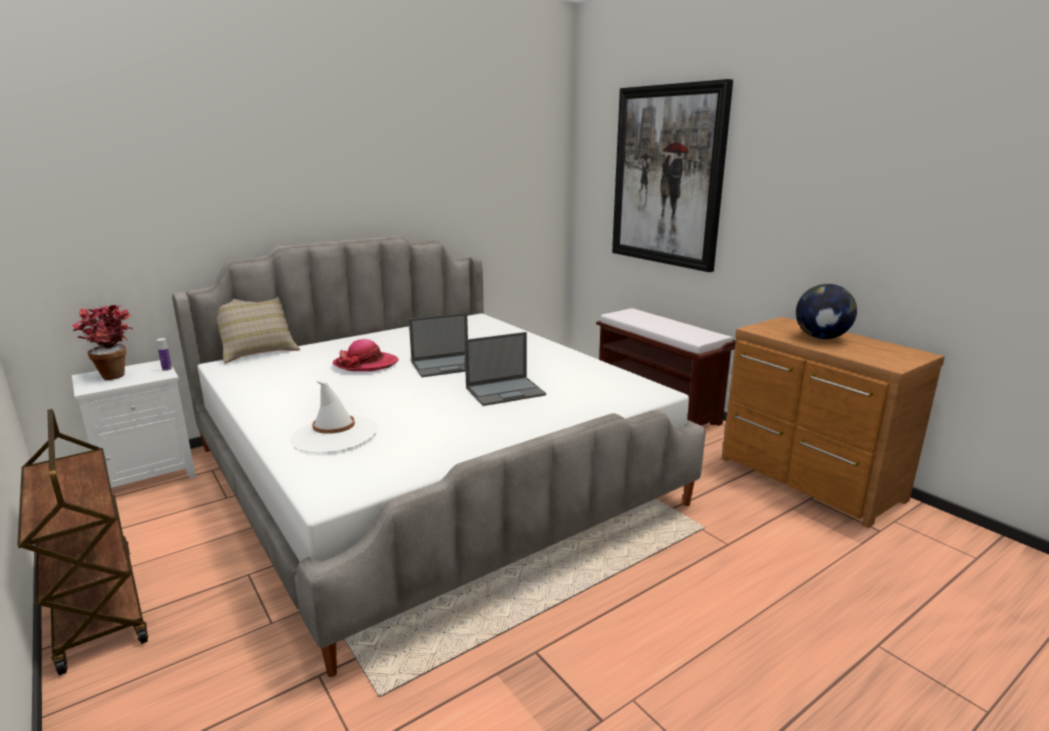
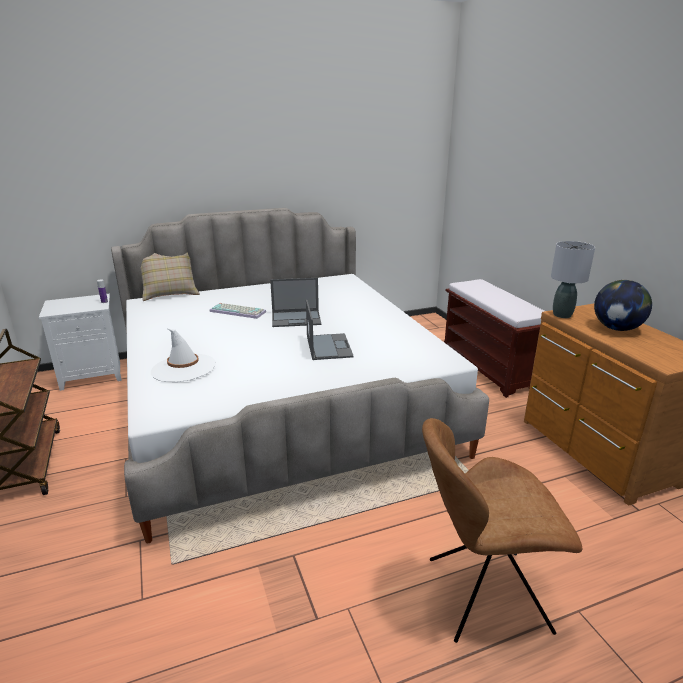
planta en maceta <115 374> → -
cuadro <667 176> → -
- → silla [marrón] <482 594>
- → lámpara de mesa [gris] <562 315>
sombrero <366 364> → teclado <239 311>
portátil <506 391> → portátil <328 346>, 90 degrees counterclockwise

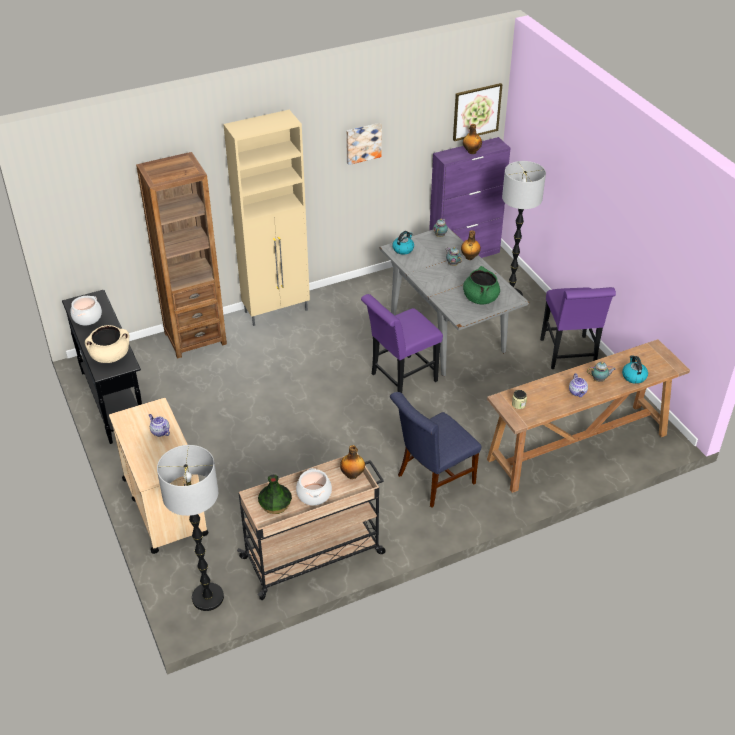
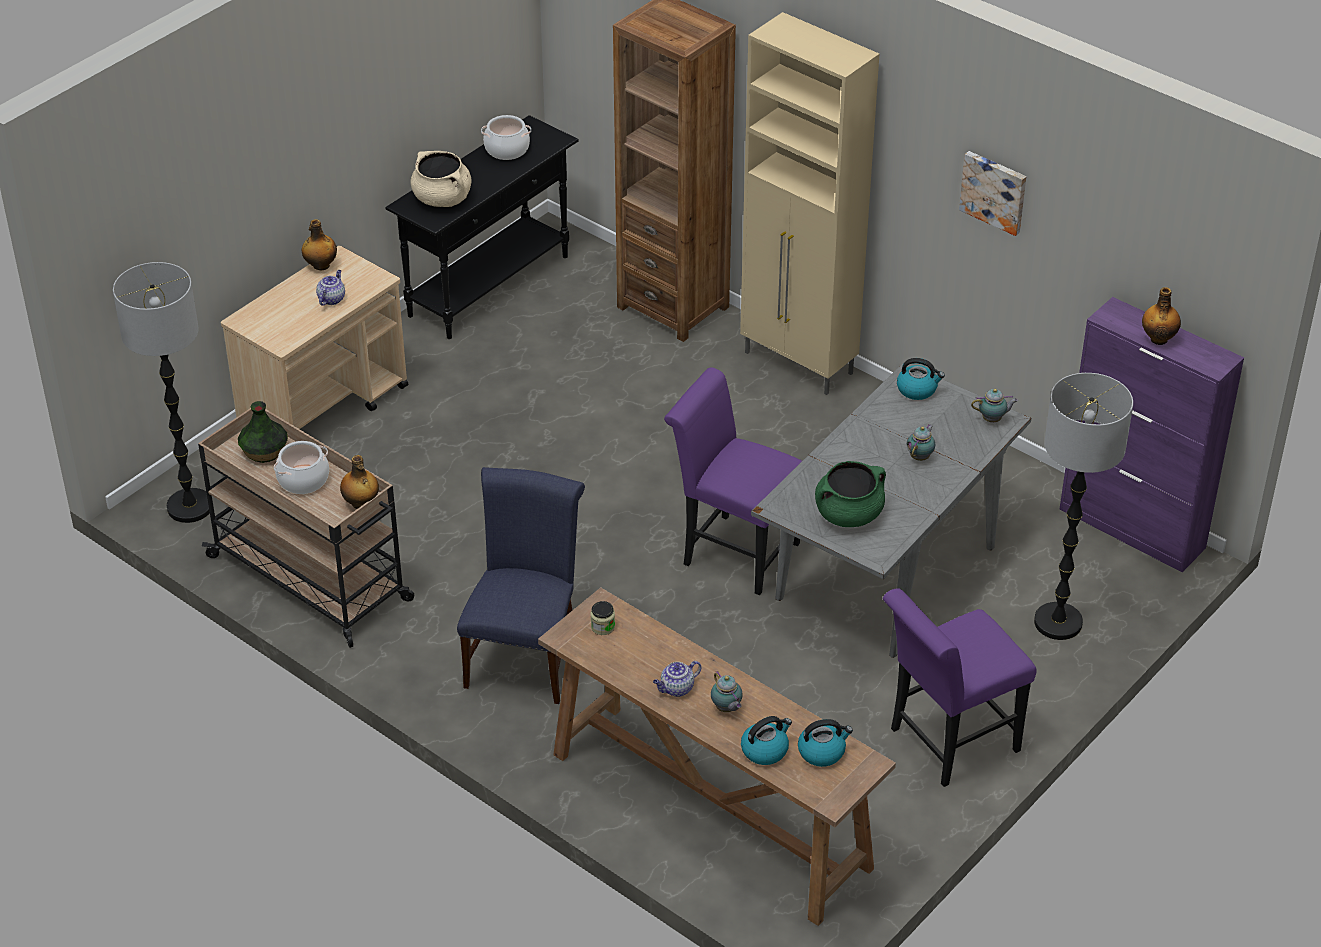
cuadro <476 111> → -
- → hervidor <822 752>
botella <469 257> → botella <320 266>, relocated
silla [azul] <432 481> → silla [azul] <525 656>, 75 degrees clockwise

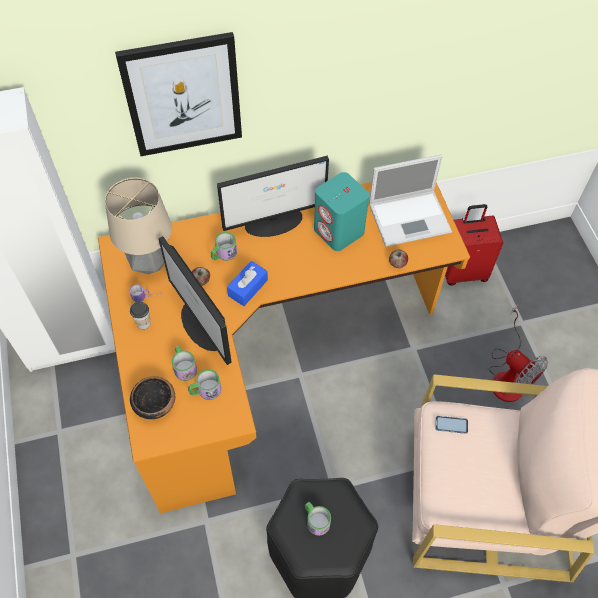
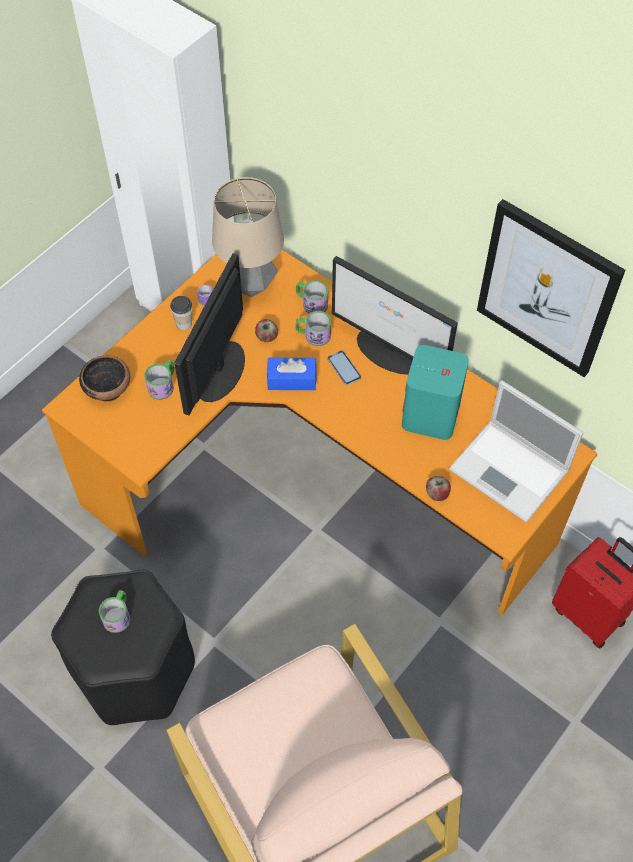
ventilador <507 375> → -
cuadro <183 95> → cuadro <547 289>, relocated
taza grande <205 391> → taza grande <311 303>, relocated
móvil <451 425> → móvil <344 368>, relocated

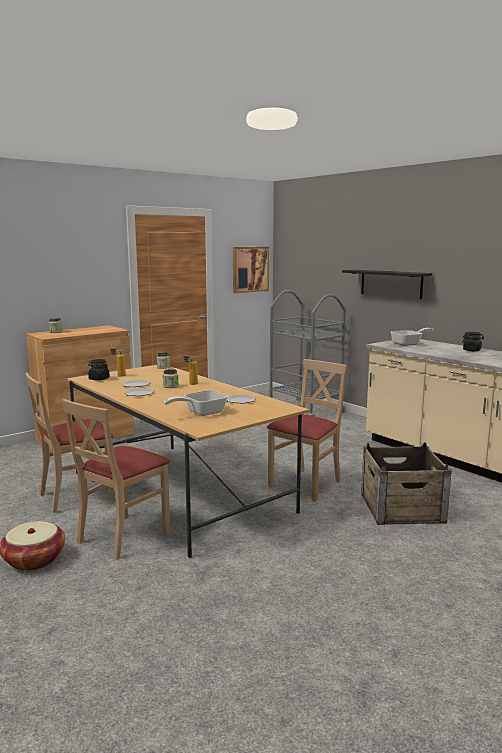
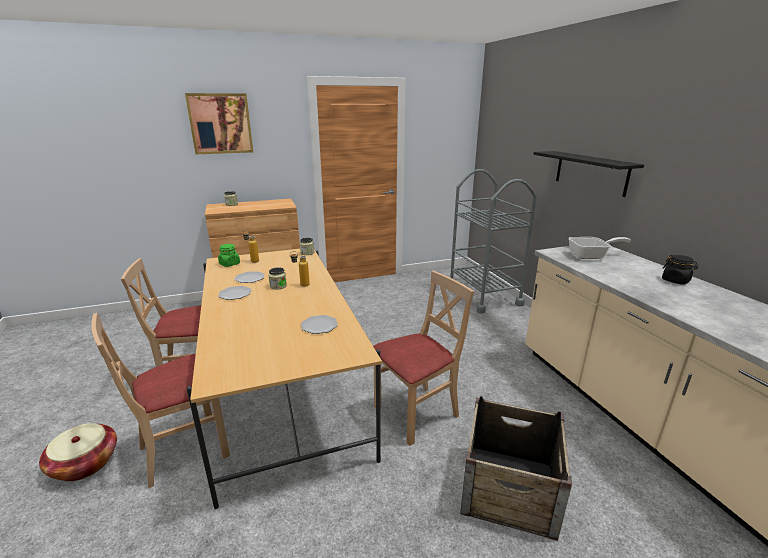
sartén <200 412> → -
cuadro <250 269> → cuadro <220 124>, relocated
tarro [negro] <99 379> → tarro [verde] <229 264>

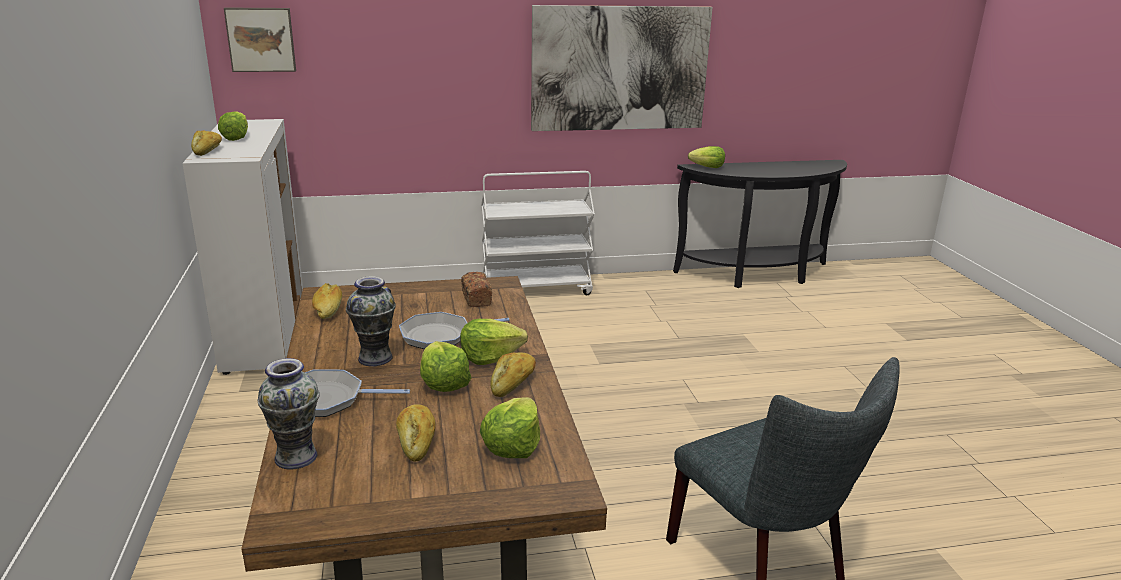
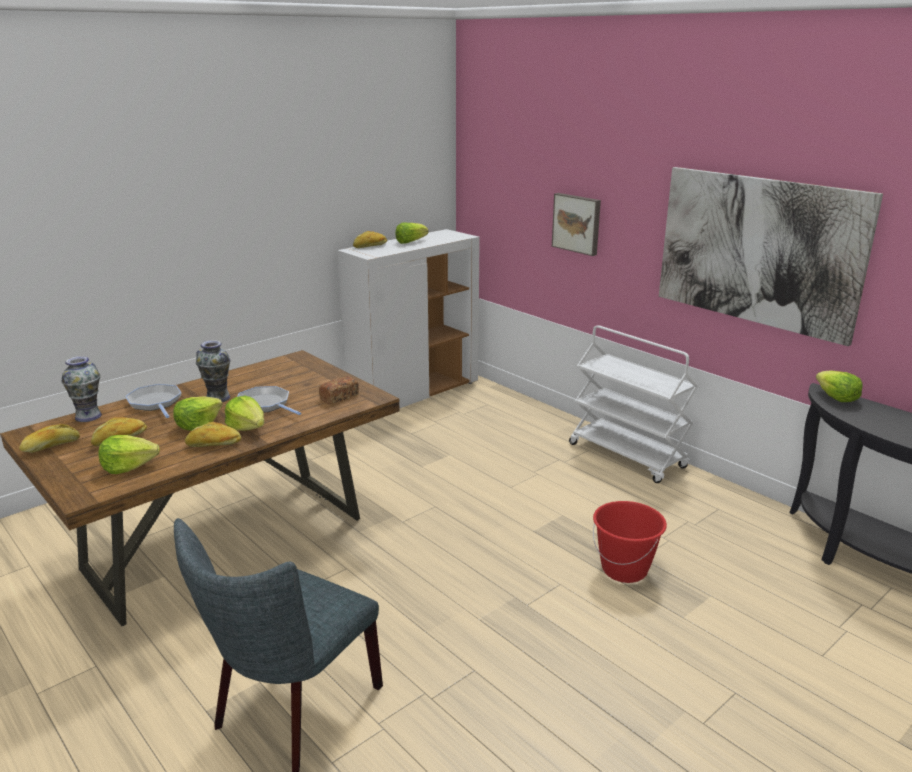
- → cubo [rojo] <624 570>
cuadro <261 39> → cuadro <577 223>, relocated
pan <328 309> → pan <51 446>, relocated

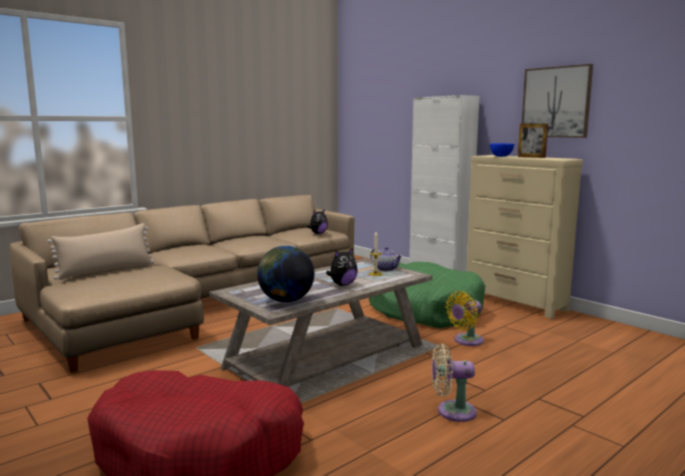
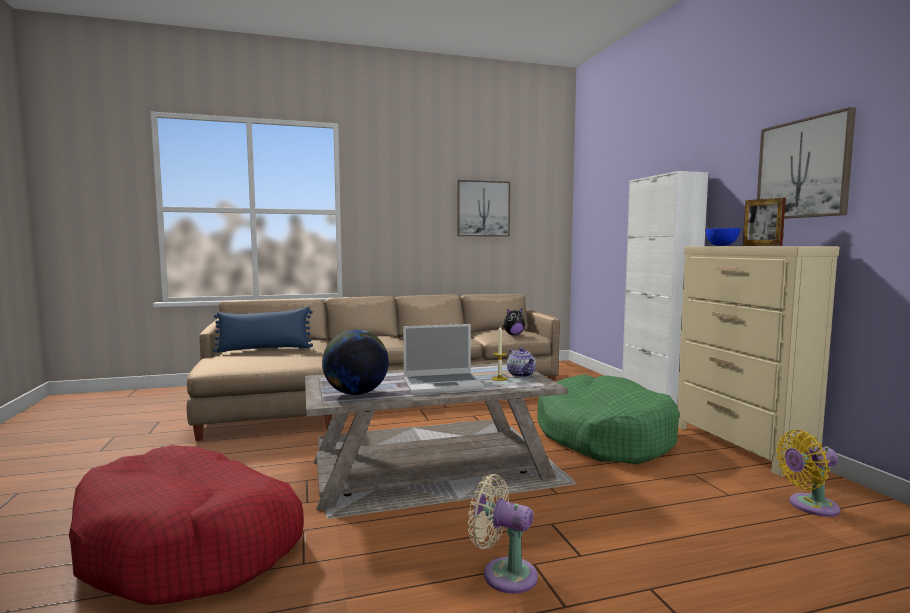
- → cuadro <483 208>
ventilador [amarillo] <466 341> → ventilador [amarillo] <809 506>, relocated
peluche <342 284> → portátil <443 385>
cojín [beis] <106 270> → cojín [azul] <265 349>

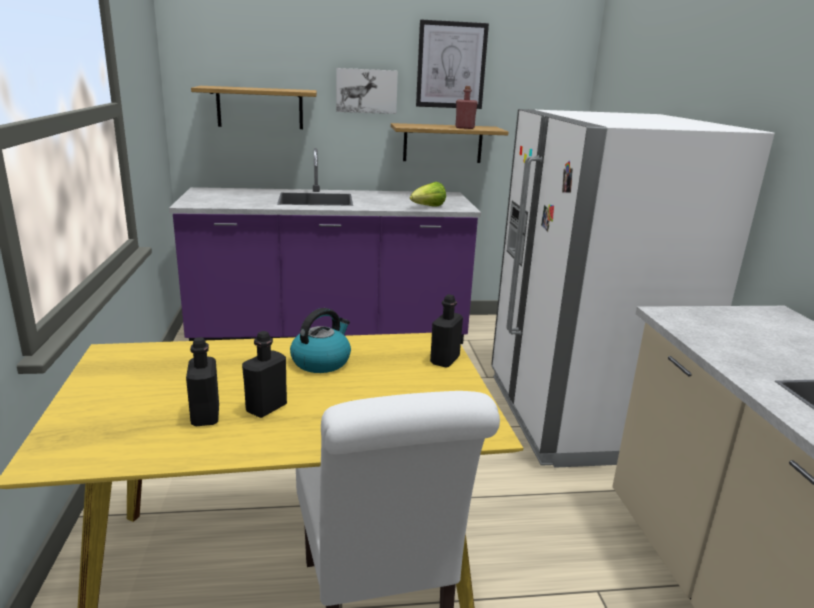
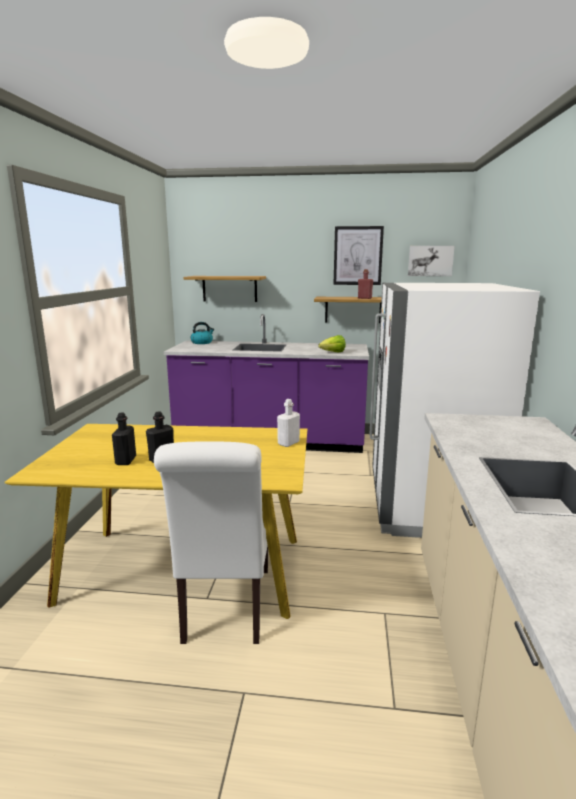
hervidor <321 361> → hervidor <202 342>, relocated
cuadro <366 91> → cuadro <430 261>, relocated
botella [negro] <444 360> → botella [blanco] <288 443>

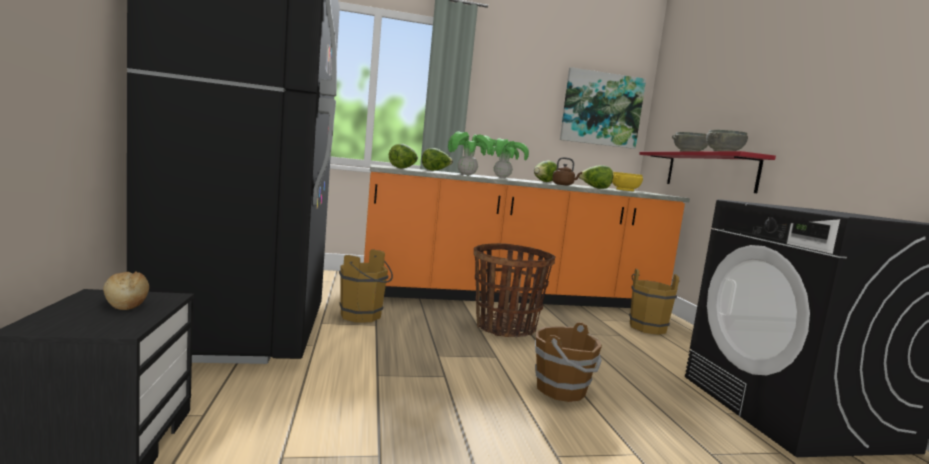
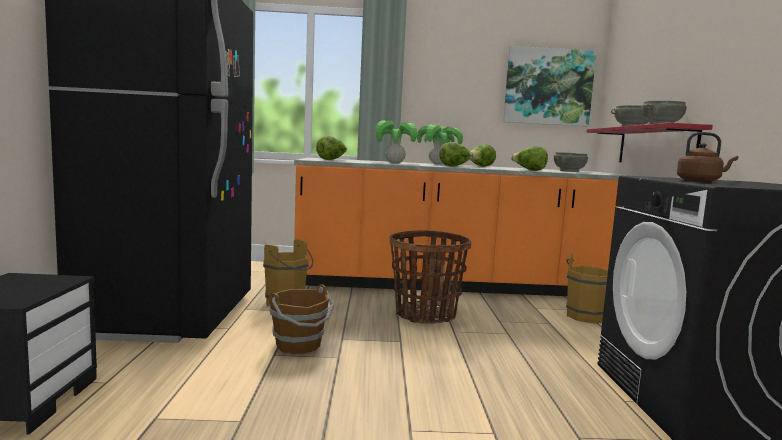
pan <126 303> → -
lechuga <435 170> → lechuga <455 166>, relocated
cubo [marrón] <562 390> → cubo [marrón] <299 345>, relocated
hervidor [marrón] <564 185> → hervidor [marrón] <700 181>, relocated
cuenco [amarillo] <624 190> → cuenco [gris] <569 171>

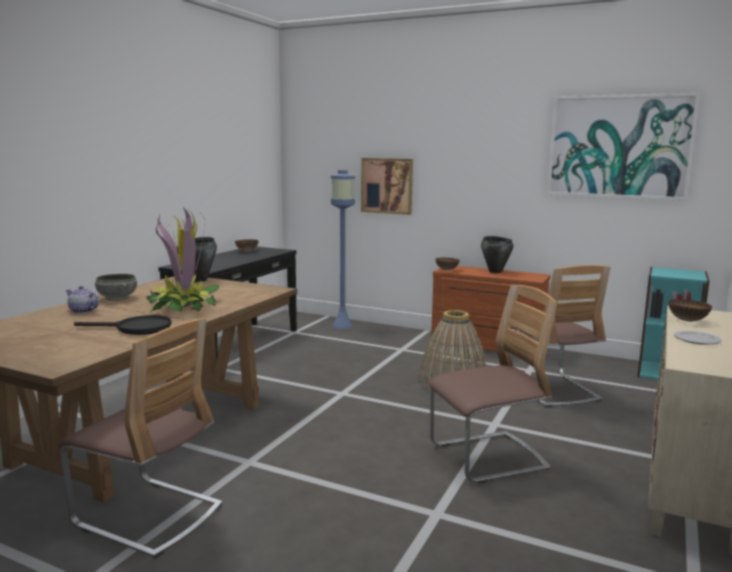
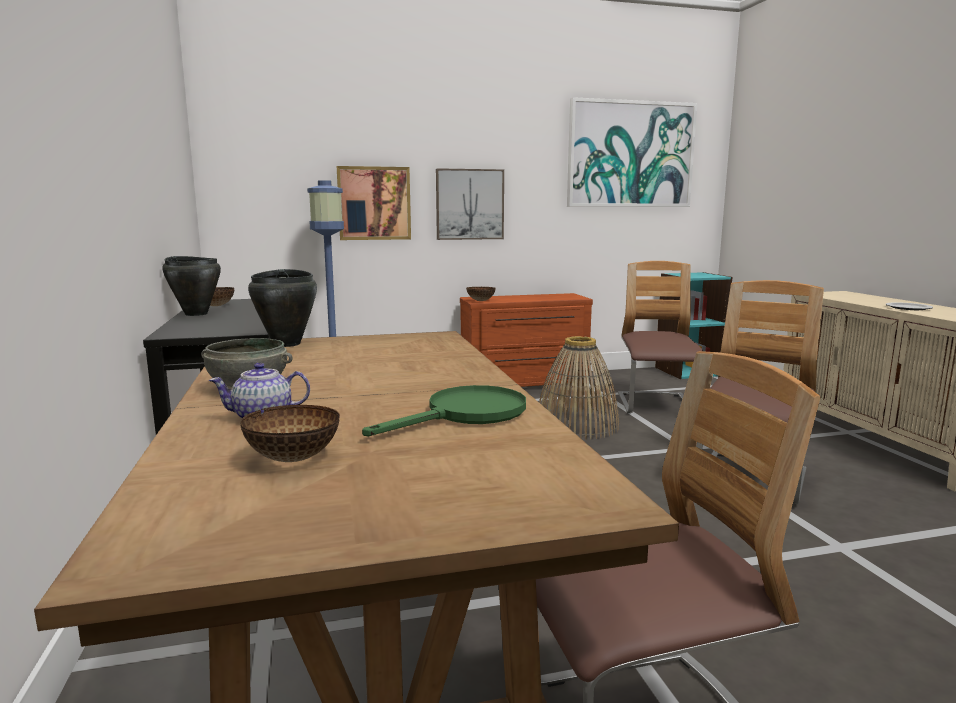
planta en maceta <183 306> → -
- → cuadro <469 204>
olla [negro] <495 272> → olla [negro] <196 314>, relocated
cuenco <688 321> → cuenco <295 458>, relocated
sartén [negro] <136 328> → sartén [verde] <466 414>
silla <553 390> → silla <656 405>, 120 degrees counterclockwise

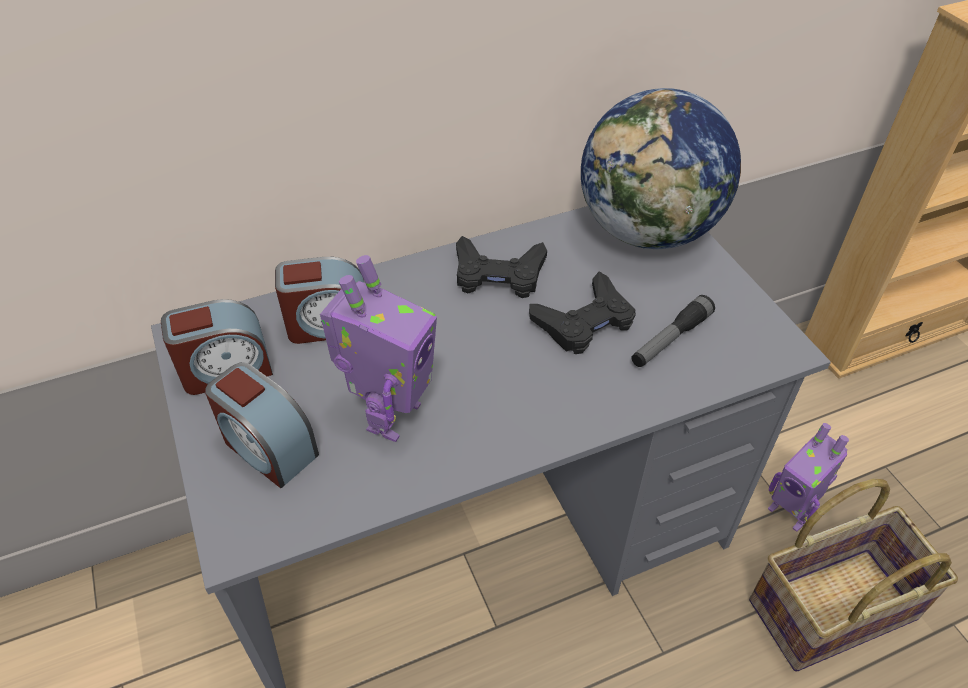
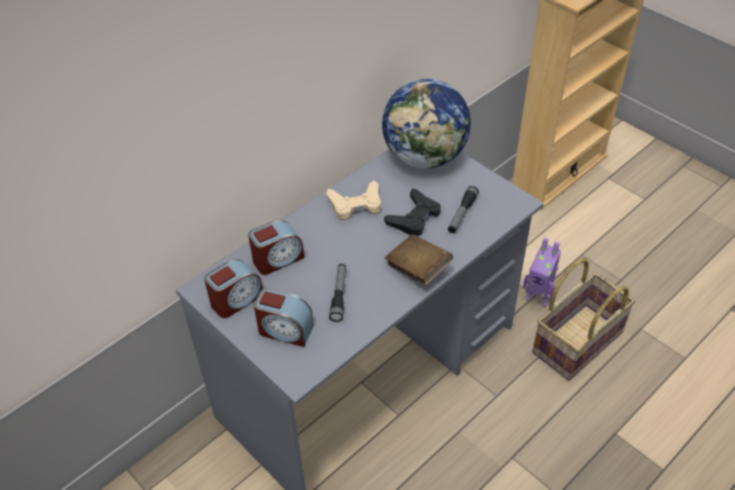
- → libro [marrón] <418 269>
robot de juguete <390 416> → linterna <339 295>
mando de consola [negro] <498 274> → mando de consola [beis] <356 205>

